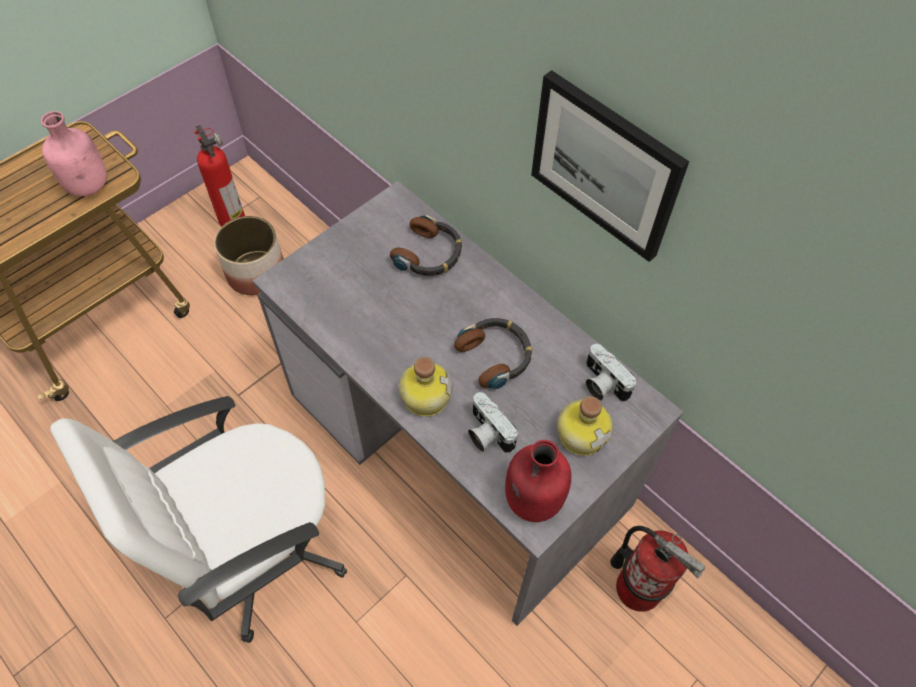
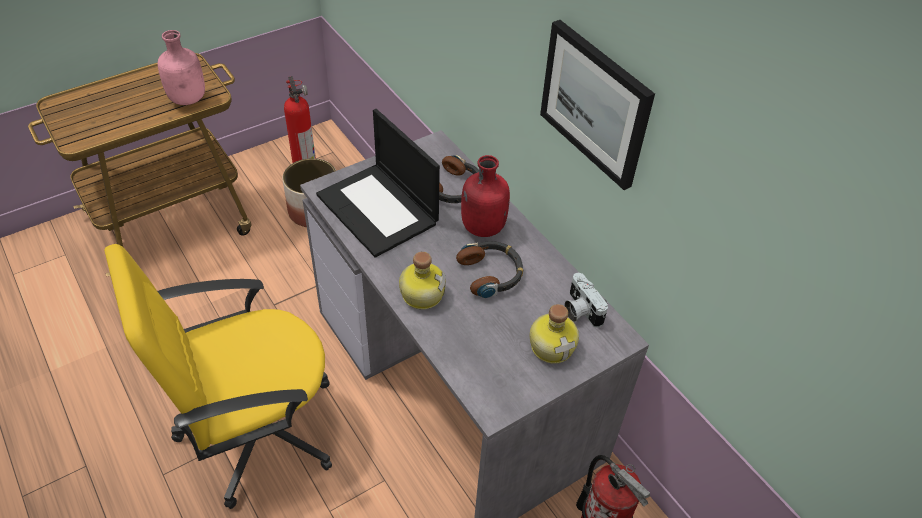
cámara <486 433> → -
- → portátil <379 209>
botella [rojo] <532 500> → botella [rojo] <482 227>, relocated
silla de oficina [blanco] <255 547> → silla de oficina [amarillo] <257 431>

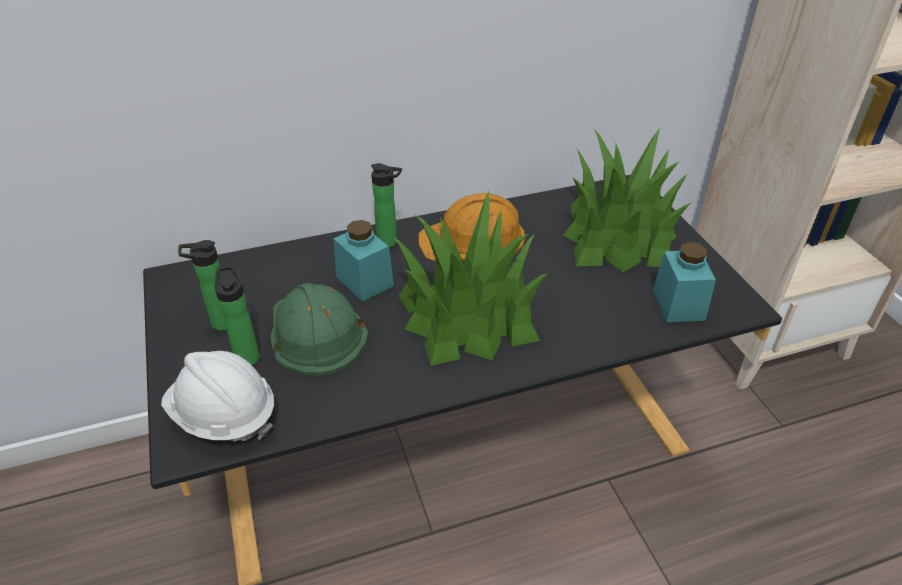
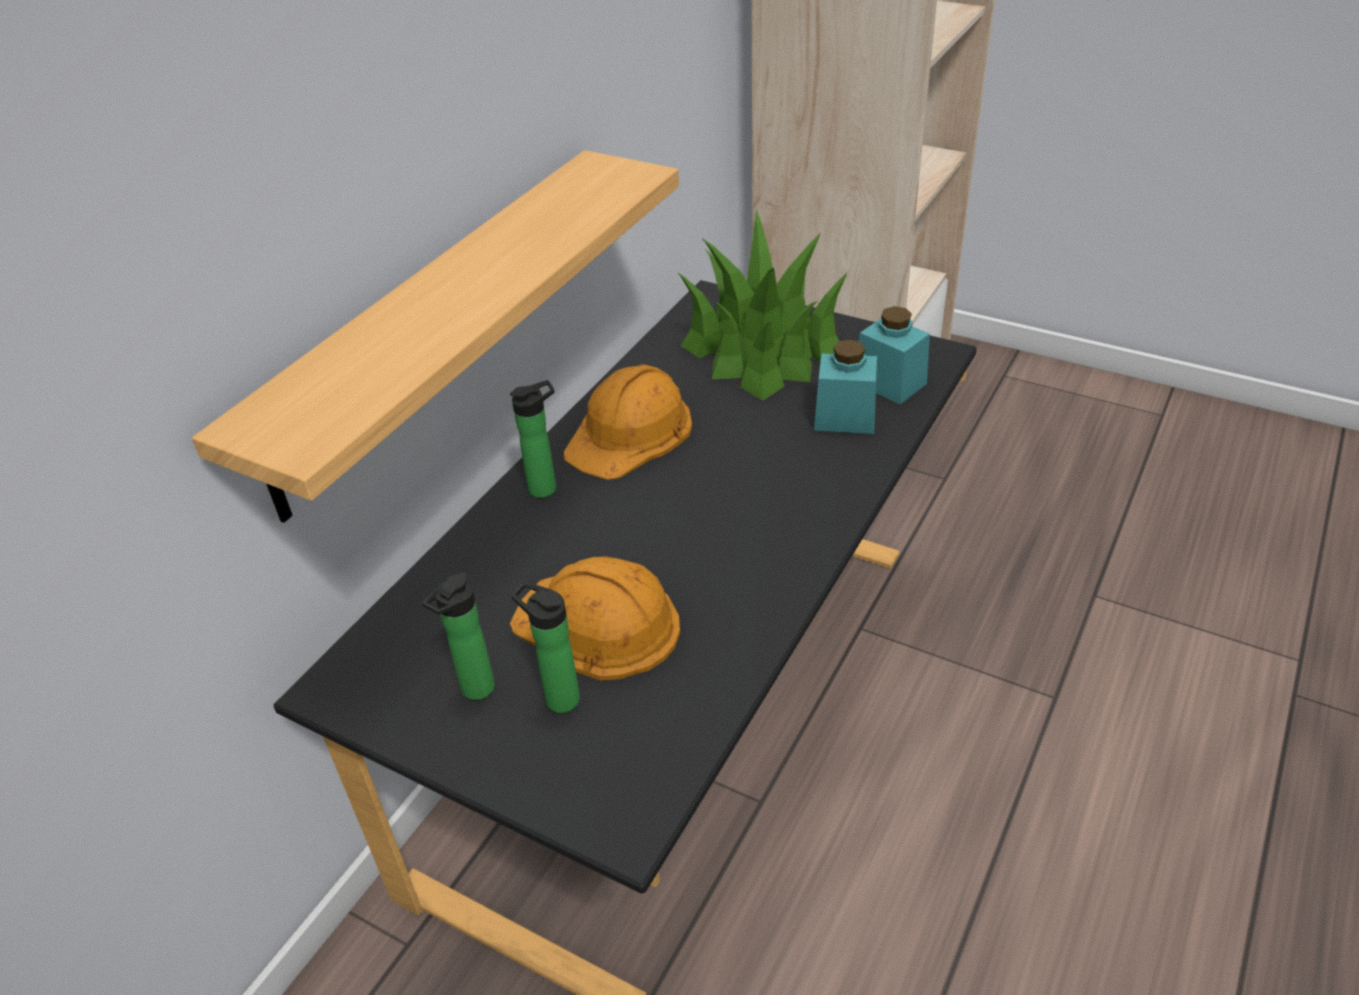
casco [blanco] <223 416> → -
planta en maceta <469 315> → -
- → estante <434 326>
tarro [turquesa] <364 281> → tarro [turquesa] <845 417>, relocated
casco [verde] <315 332> → casco [naranja] <598 624>

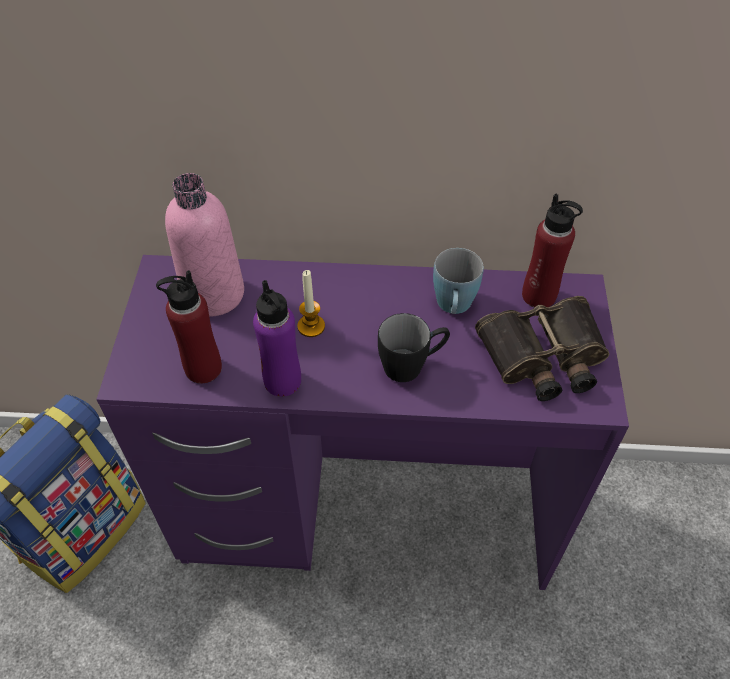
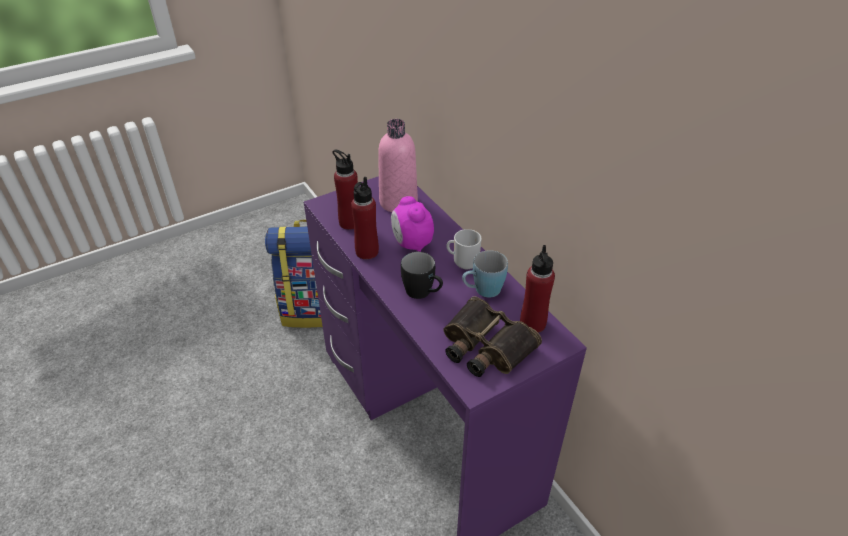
- → taza grande <464 263>
vela <311 326> → despertador <411 244>
botella [morado] <282 381> → botella [rojo] <367 252>

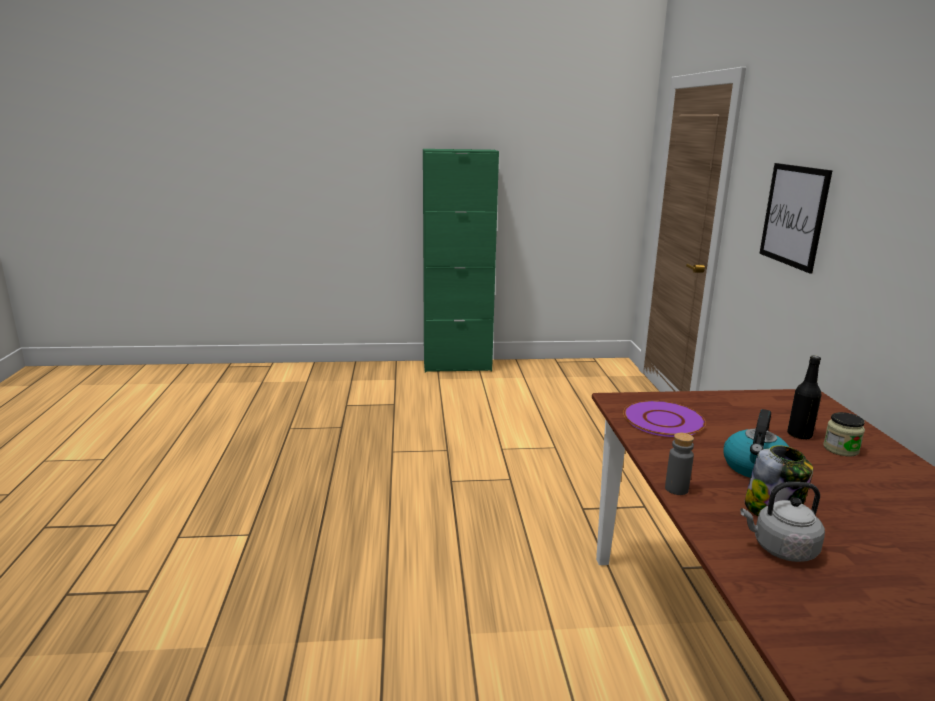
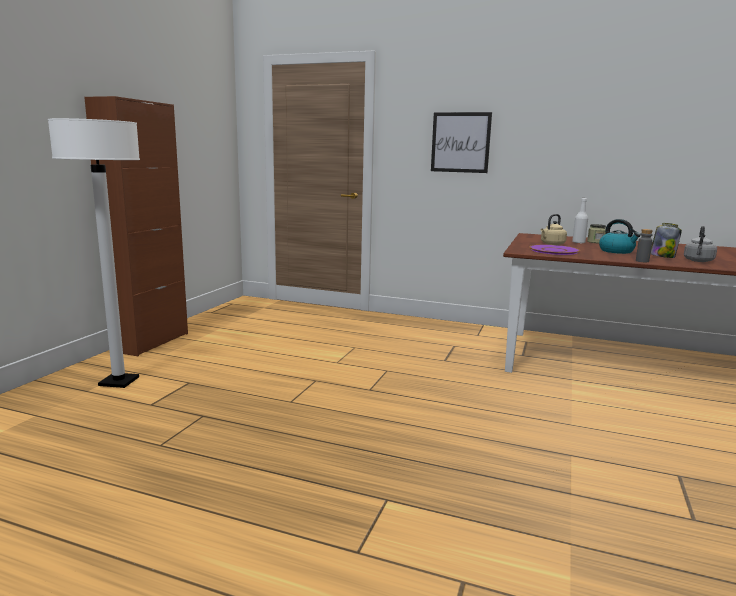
- → lámpara de pie [blanco] <119 382>
- → hervidor [beis] <551 244>
armario [verde] <457 366> → armario [marrón] <151 342>
botella [negro] <799 435> → botella [blanco] <578 242>

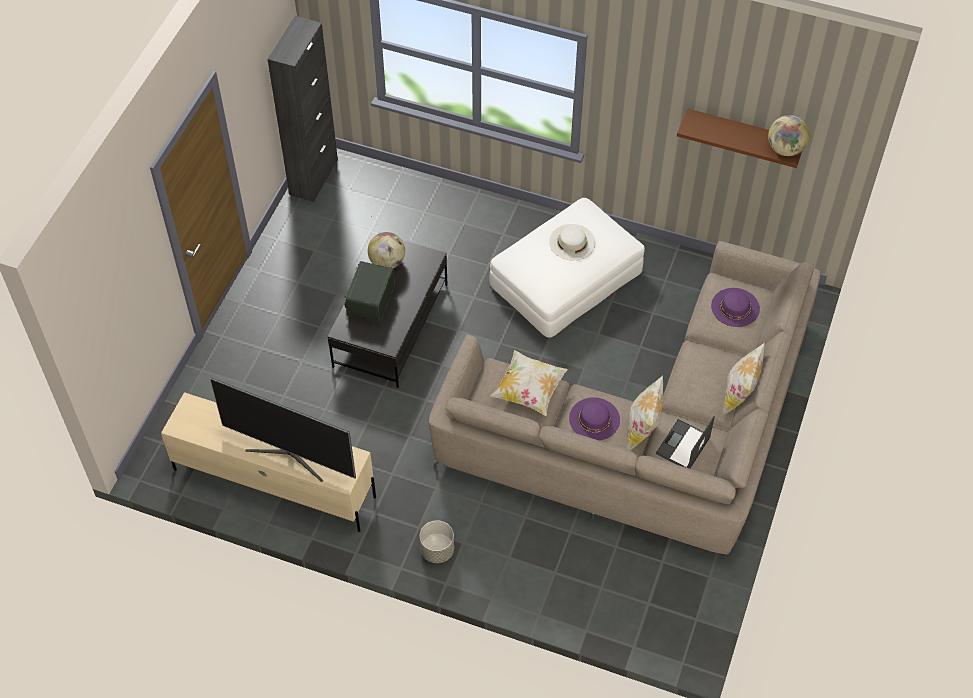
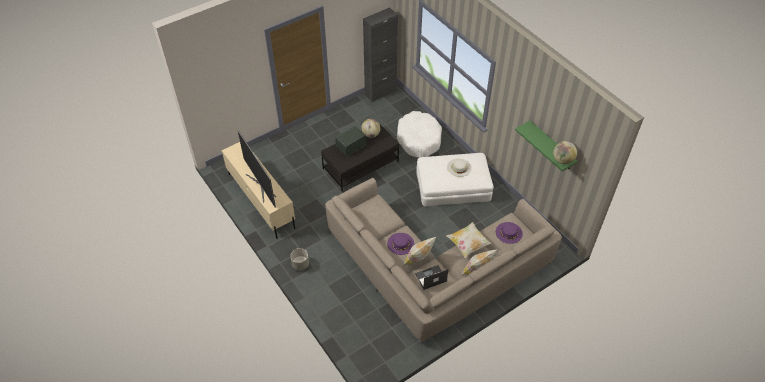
- → cama para perro [blanco] <419 139>
cojín <529 391> → cojín <468 244>, relocated
estante [marrón] <743 134> → estante [verde] <551 146>

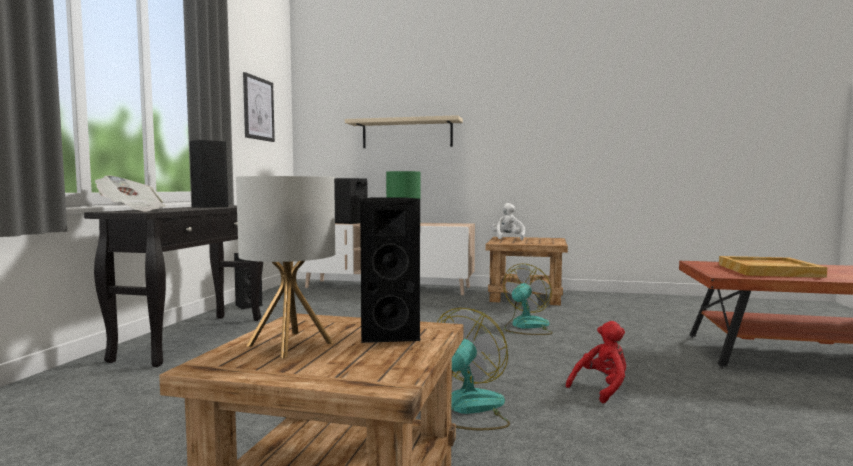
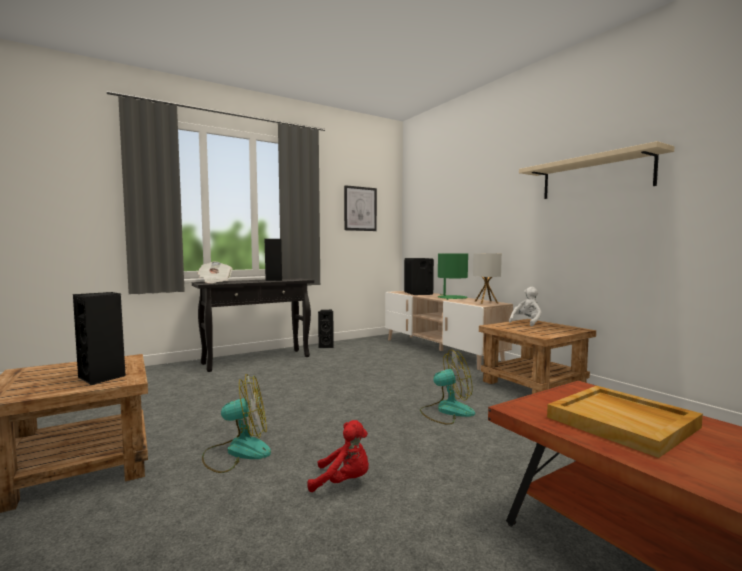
lámpara de mesa <290 344> → lámpara de mesa <486 302>, relocated
estante [beis] <407 134> → estante [beis] <595 176>, relocated

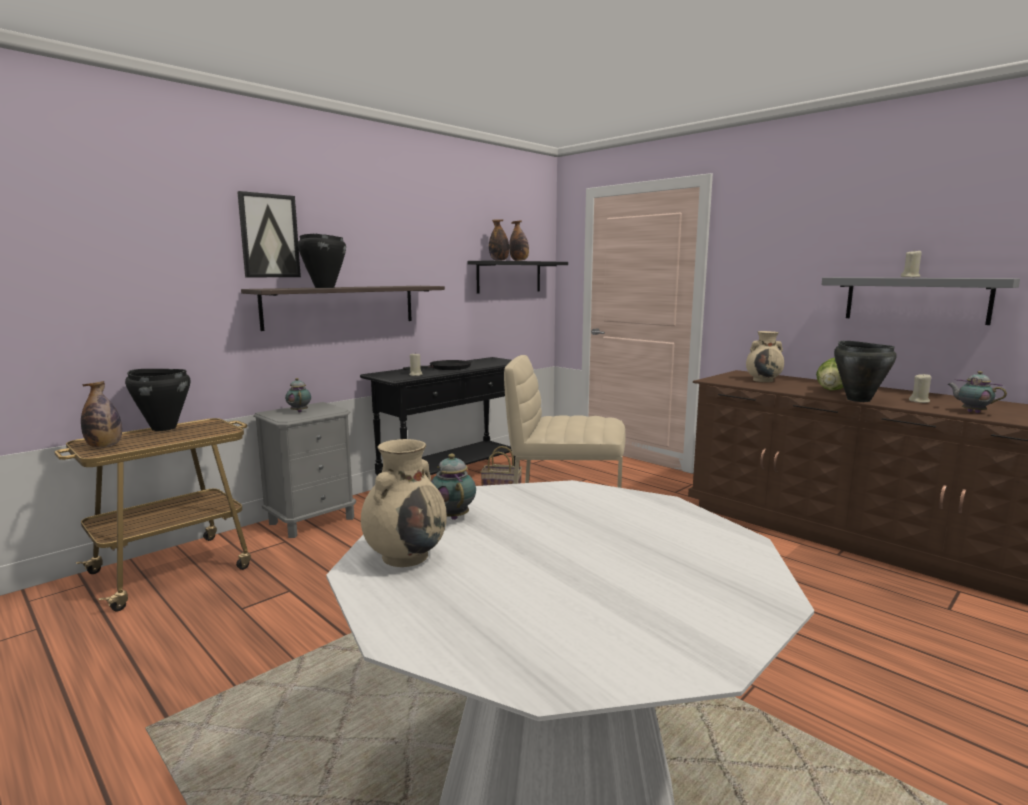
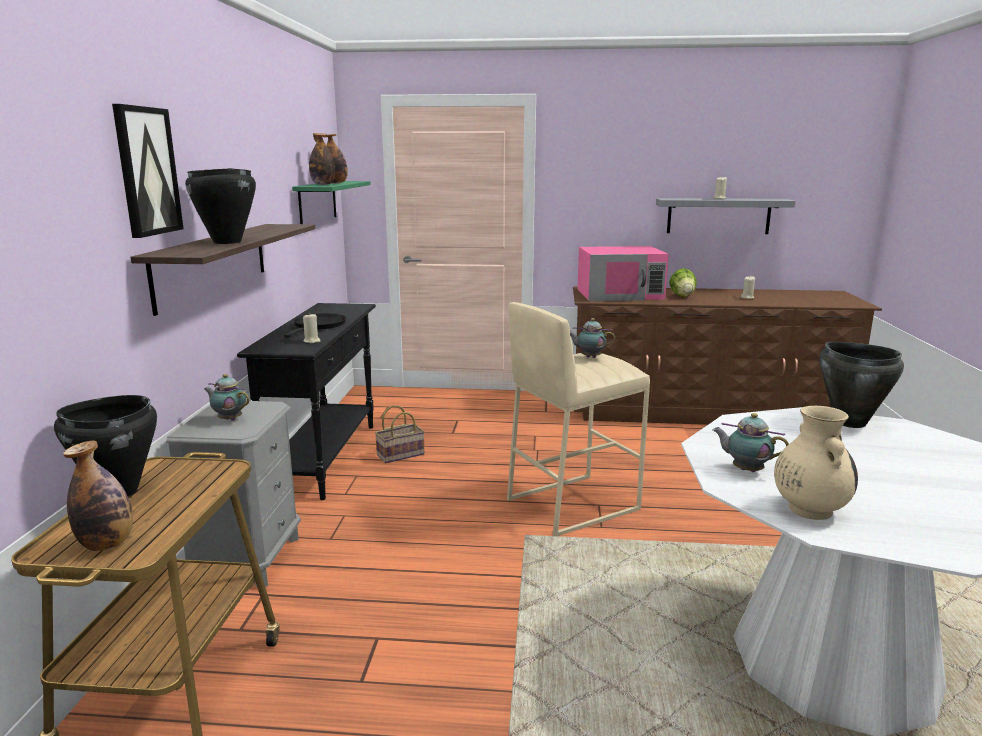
olla [negro] <858 399> → olla [negro] <849 422>, relocated
tetera <971 412> → tetera <589 357>, relocated
florero [beis] <763 380> → microondas [rosa] <620 294>
estante [negro] <509 277> → estante [verde] <317 202>

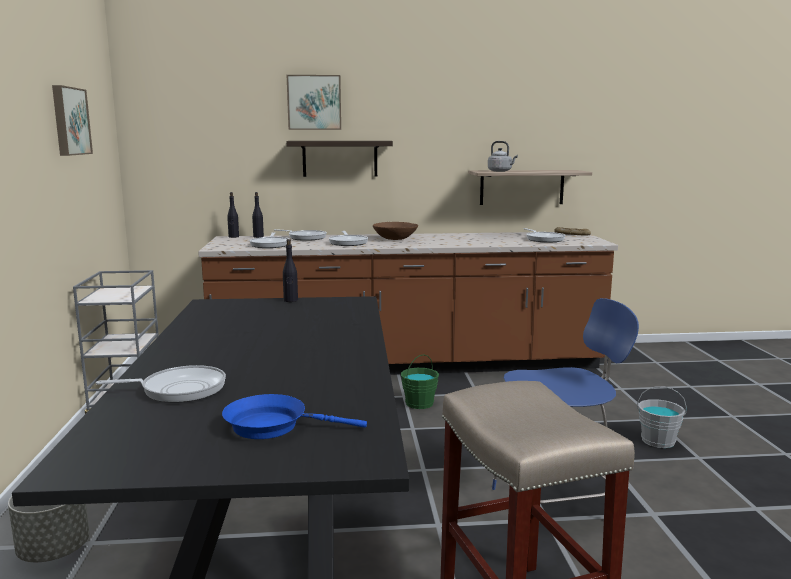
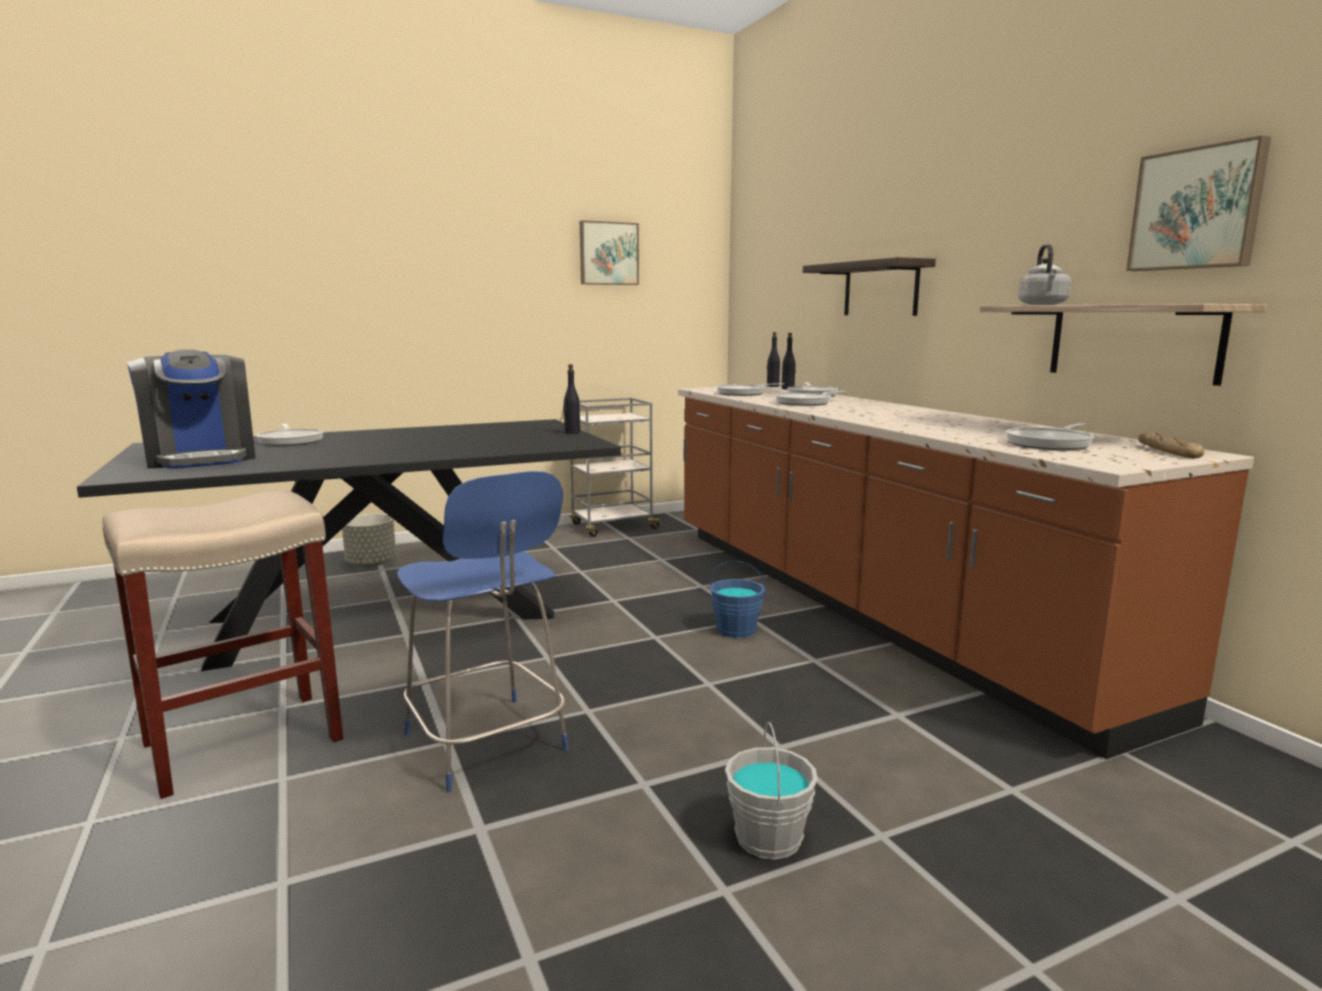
cuenco [marrón] <395 239> → -
cuadro <314 102> → cuadro <1197 209>, relocated
sartén [azul] <273 426> → cafetera <202 459>
cubo [verde] <419 403> → cubo [azul] <736 630>

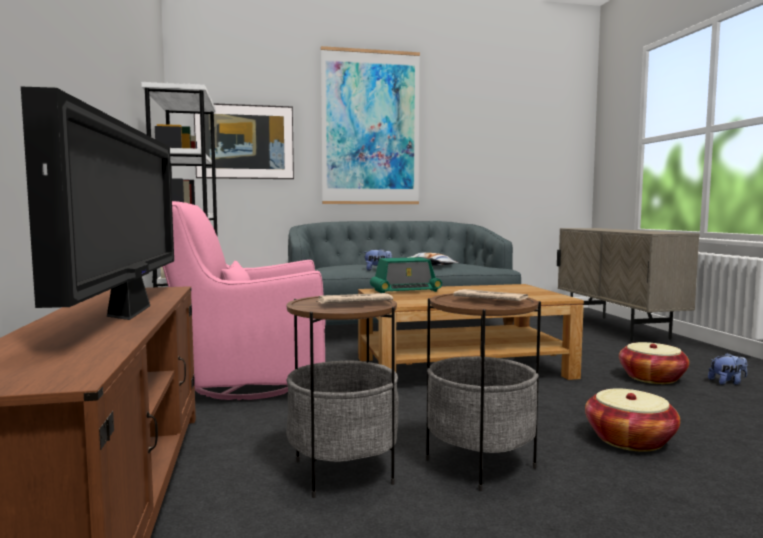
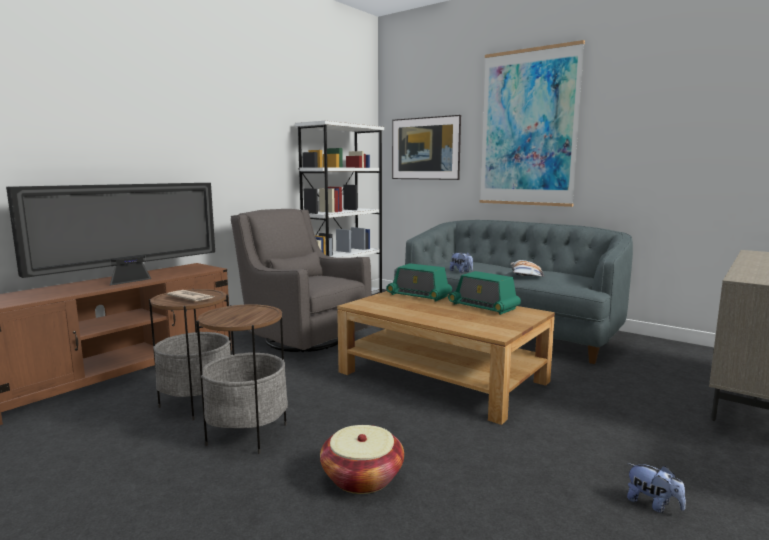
periódico <490 299> → -
cesta <652 378> → -
- → radio <483 306>
sillón [rosa] <245 382> → sillón [gris] <302 338>

